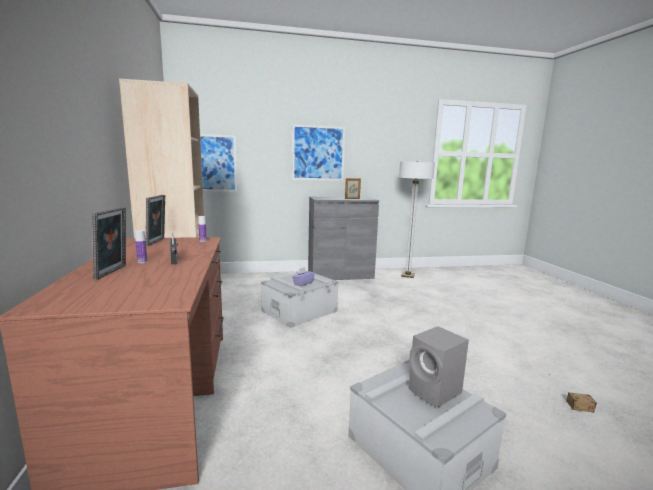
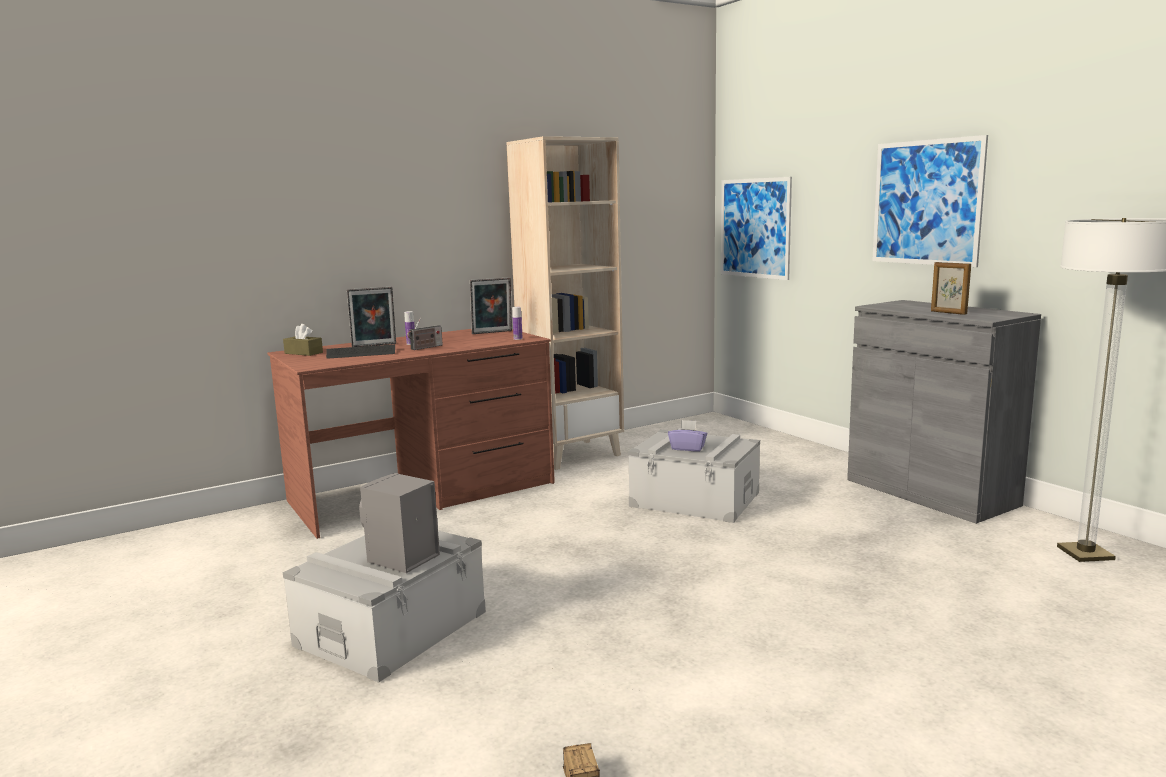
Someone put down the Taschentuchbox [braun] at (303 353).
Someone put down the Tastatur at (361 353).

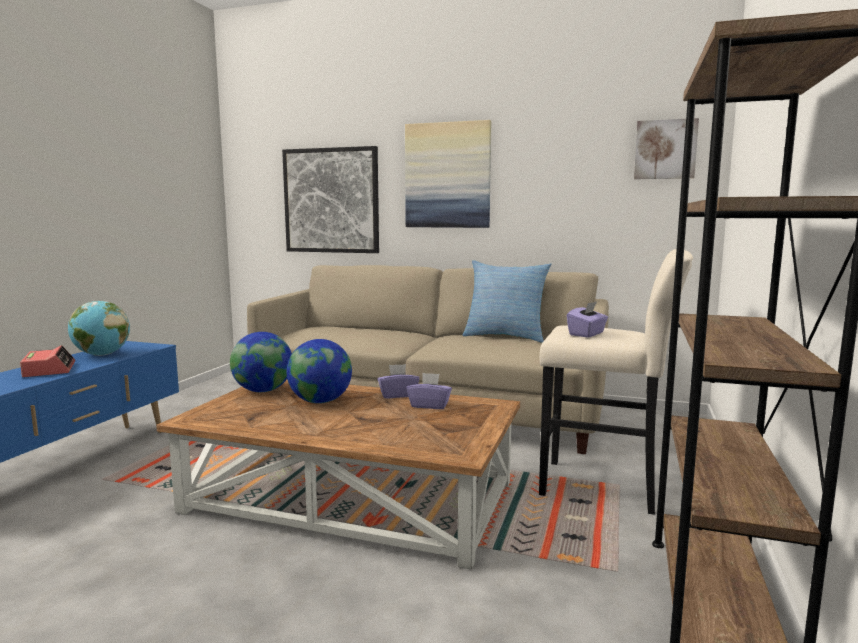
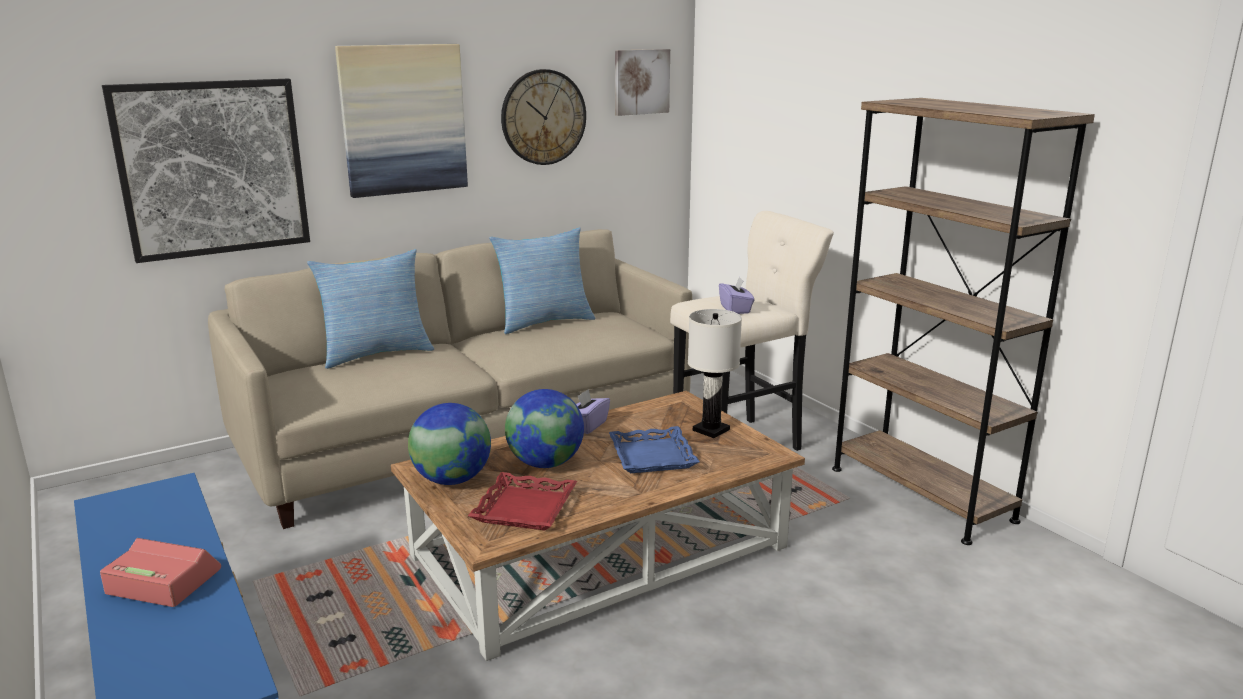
Someone took away the Globus at (101 355).
Someone took away the Taschentuchbox [lila] at (429 405).
Someone put down the Kissen at (376 353).
Someone put down the Tablett [rot] at (525 508).
Someone put up the Wanduhr at (543 117).
Someone put down the Tablett [blau] at (651 456).
Someone put down the Tischlampe [weiß] at (711 430).

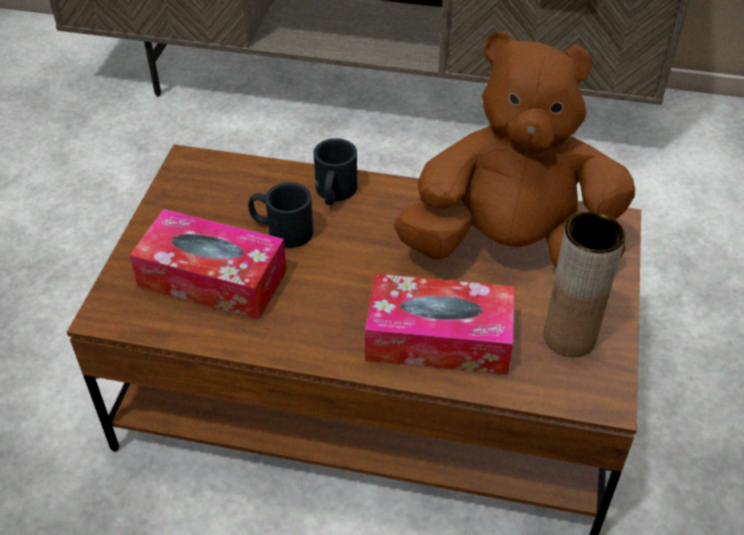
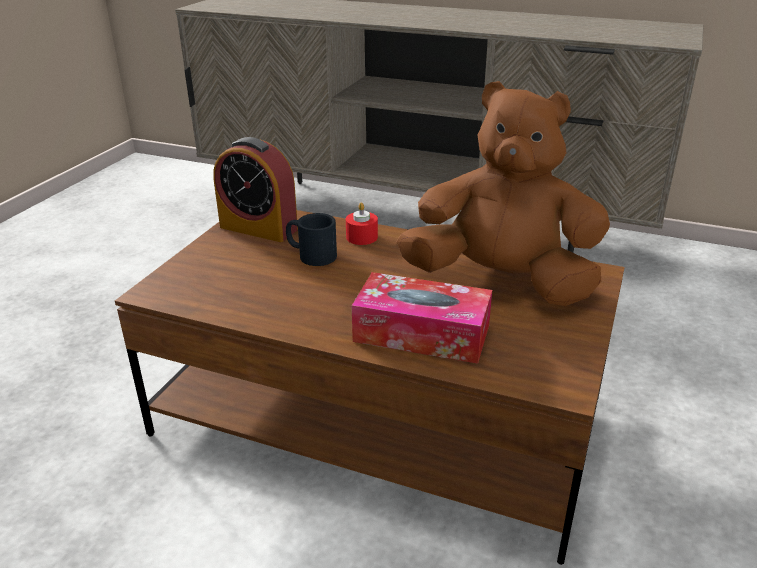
Someone took away the Taschentuchbox at (212 278).
Someone swapped the Henkelbecher [schwarz] at (334 193) for the Kerze [rot] at (362 237).
Someone took away the Vase [braun] at (569 337).
Someone put down the Wecker at (258 228).

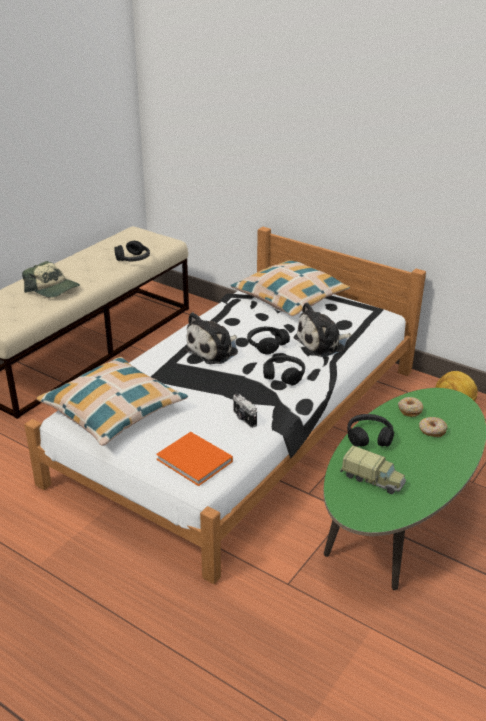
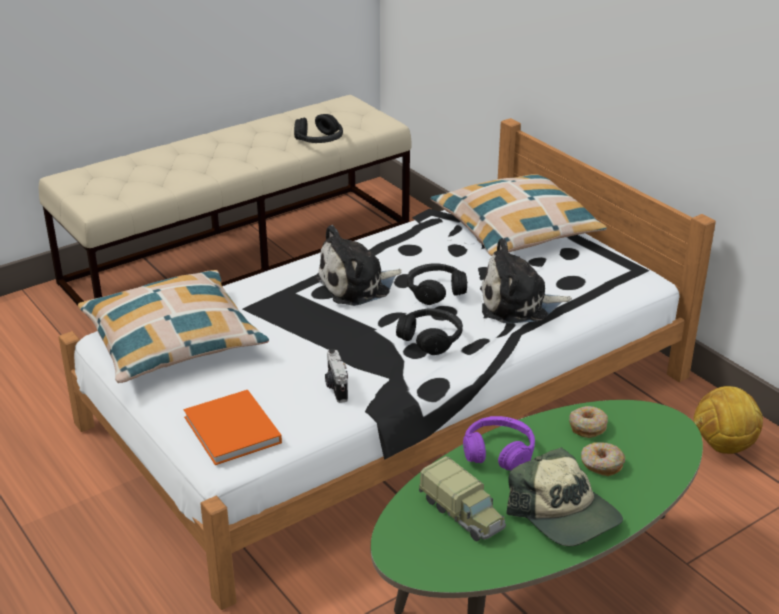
Someone carried the Kappe from (53 289) to (564 514).
Someone repainted the Kopfhörer [schwarz] at (369 437), which became the Kopfhörer [lila] at (498 452).

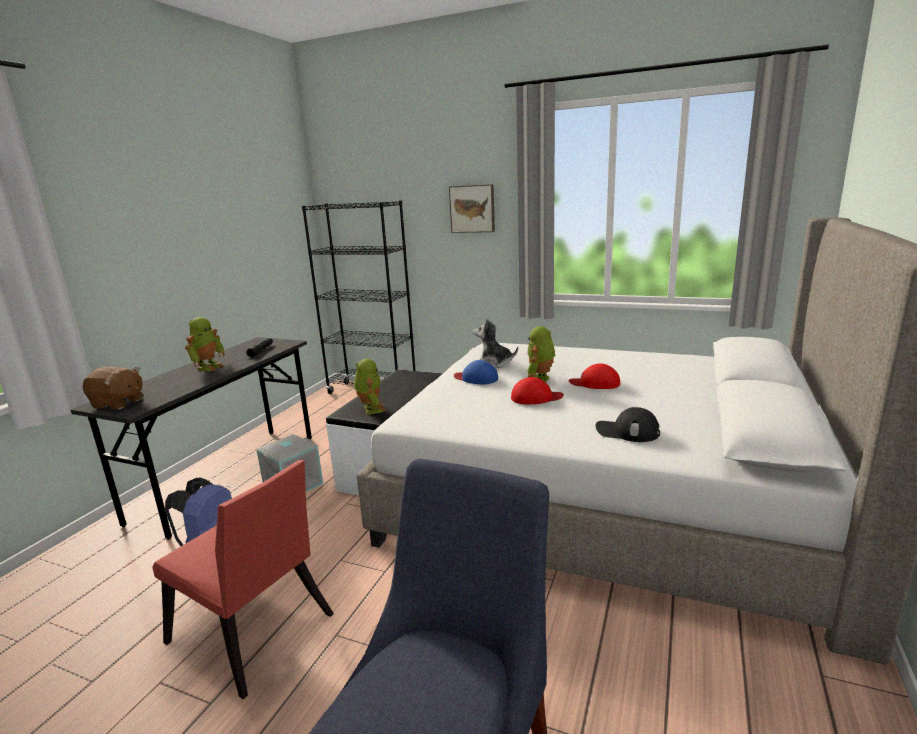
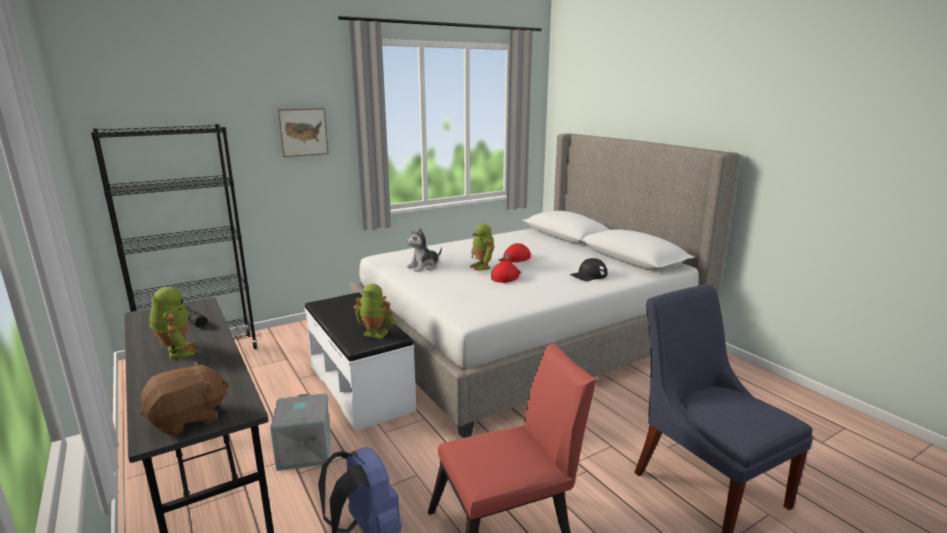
Someone took away the Kappe [blau] at (476 378).

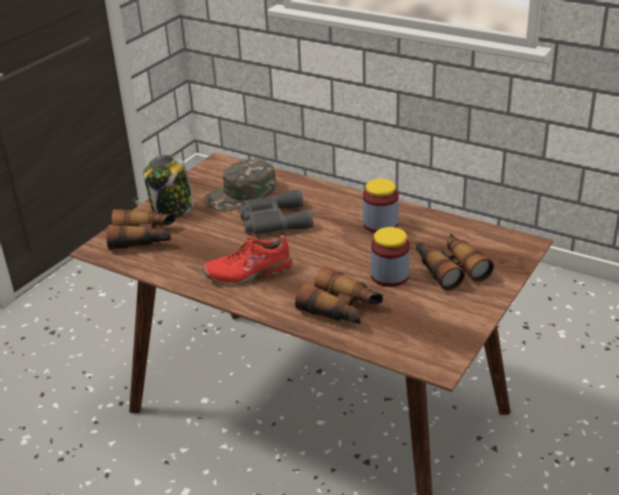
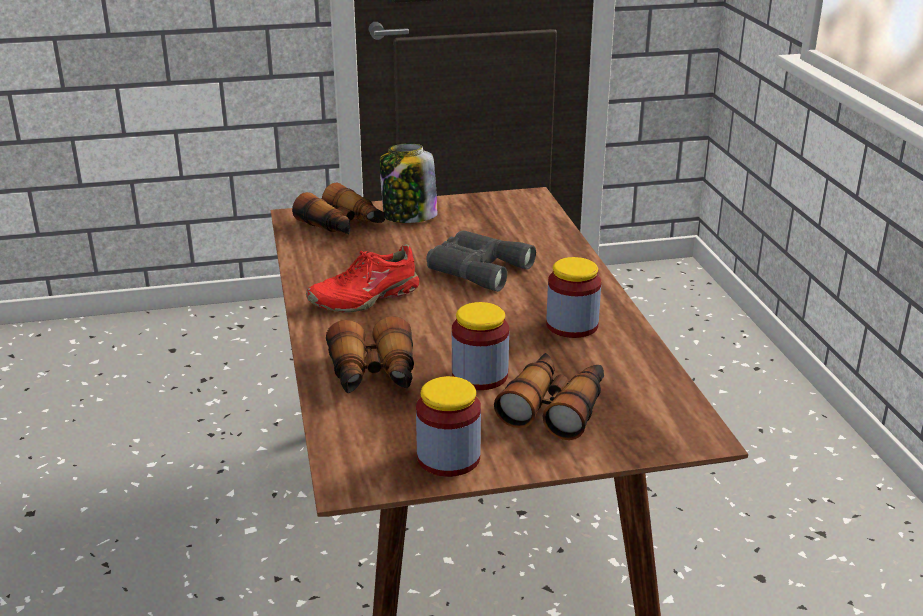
Someone took away the Kappe [grün] at (241 194).
Someone rotated the Schuh [rot] at (249 272) by 60 degrees counterclockwise.
Someone put down the Vorratsglas at (448 458).

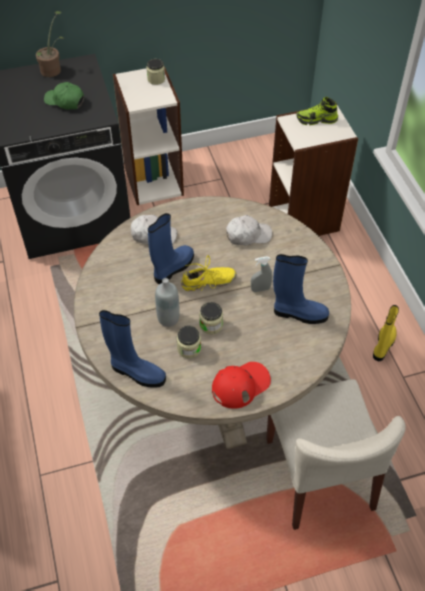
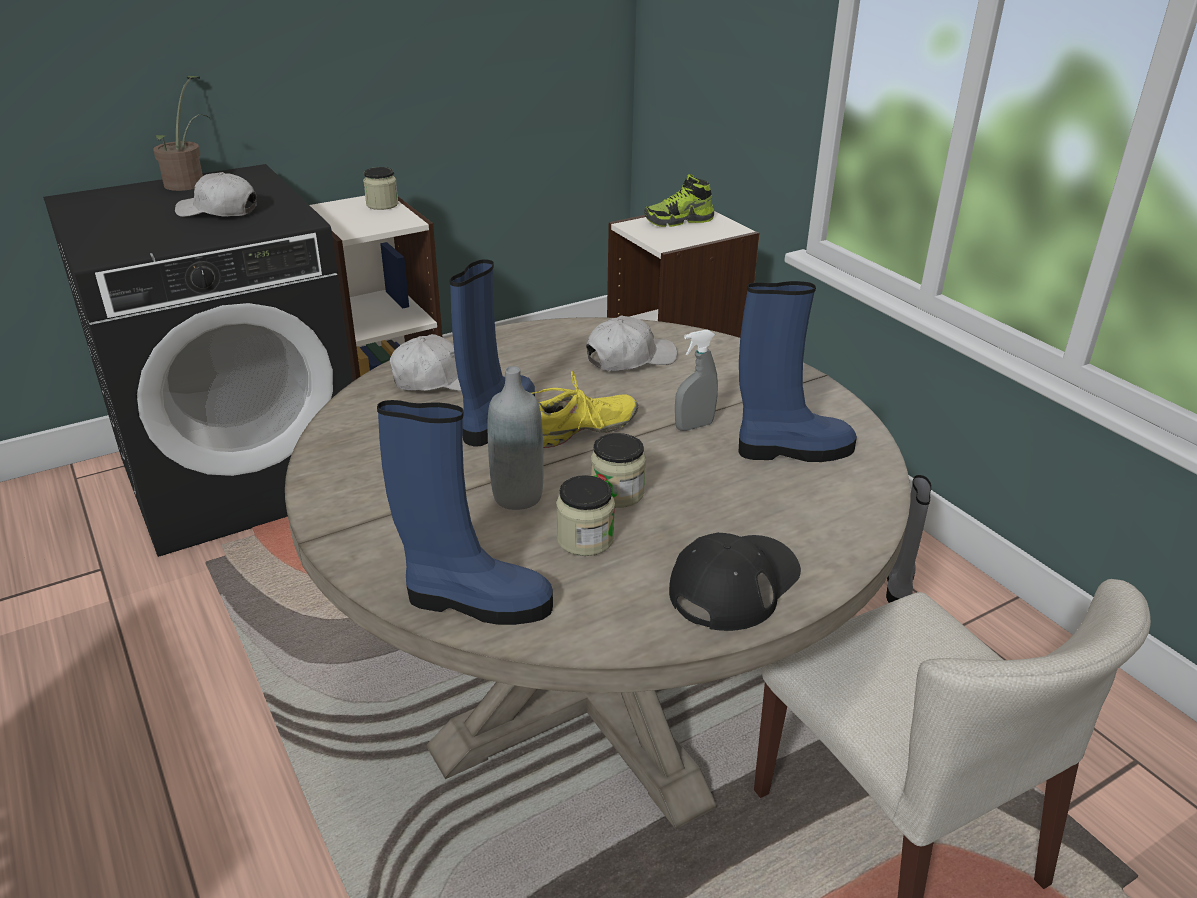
Someone repainted the Kappe [grün] at (65 101), which became the Kappe [weiß] at (218 211).
Someone repainted the Kappe [rot] at (240 385), which became the Kappe [schwarz] at (734 583).
Someone repainted the Stiefel [gelb] at (383 345), which became the Stiefel [grau] at (897 582).

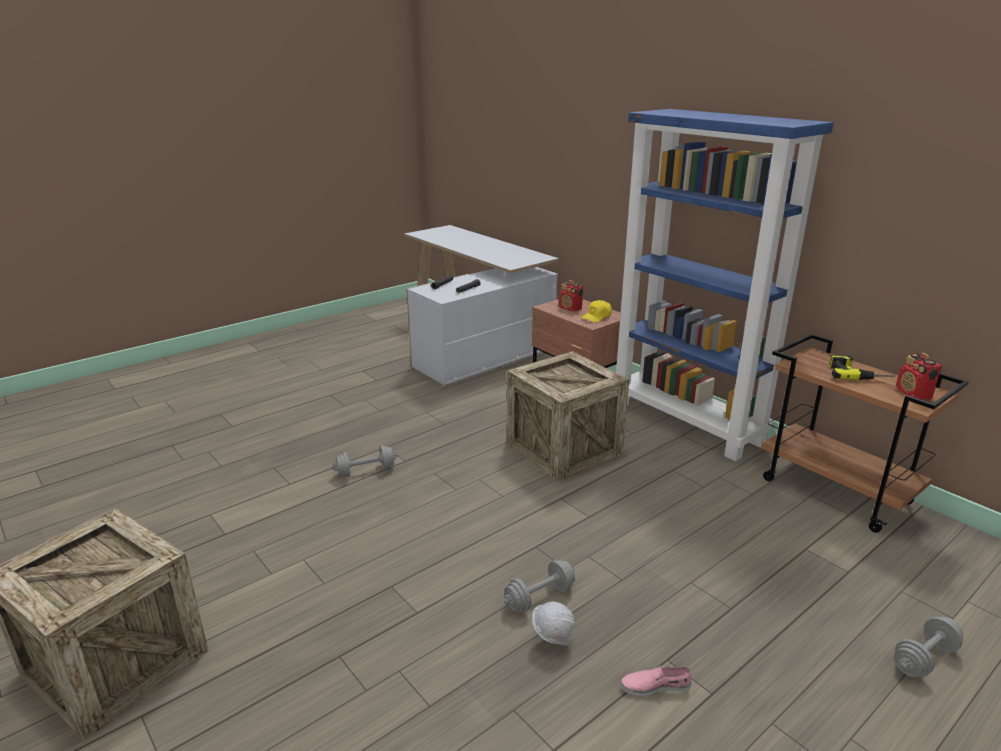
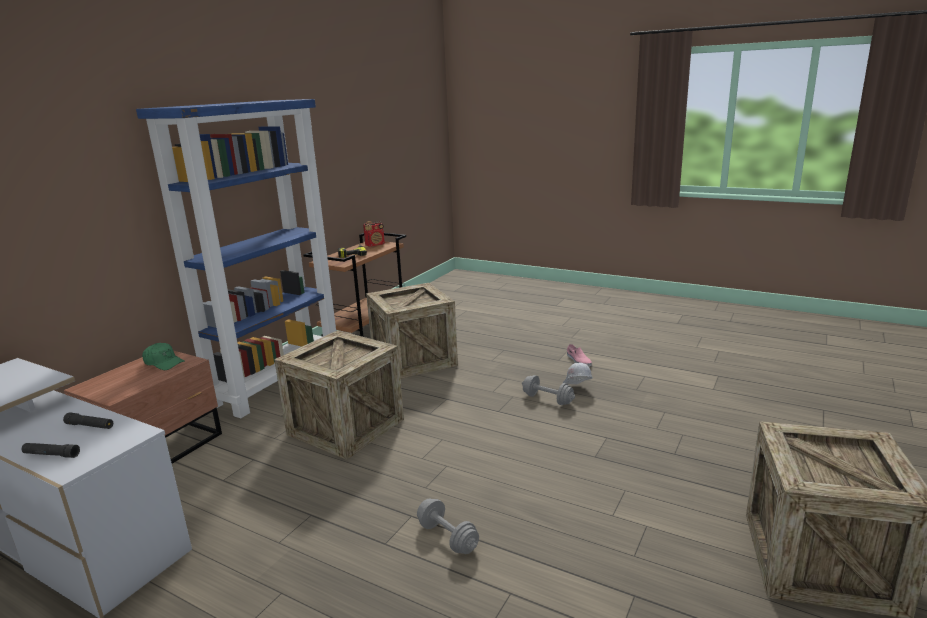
Someone took away the Radio at (570 308).
Someone repainted the Kappe [gelb] at (597 317), which became the Kappe [grün] at (164 363).
Someone took away the Hantel [grau] at (924 658).
Someone put down the Kiste at (414 360).

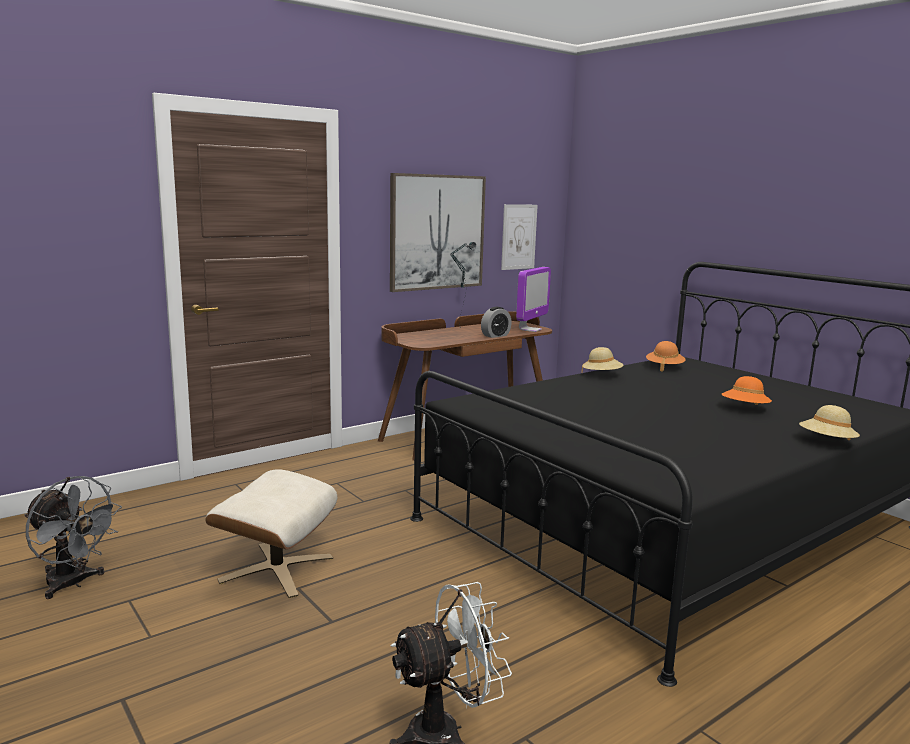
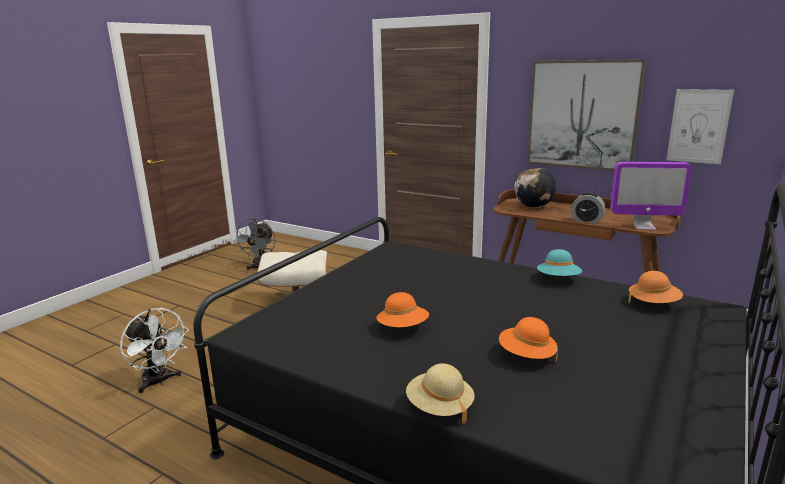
Someone repainted the Hut [beige] at (602 375), which became the Hut [türkis] at (558 279).
Someone put down the Hut [orange] at (403 327).
Someone put down the Globus at (533 206).

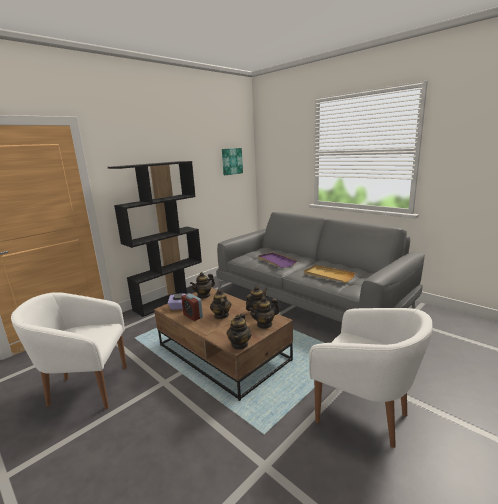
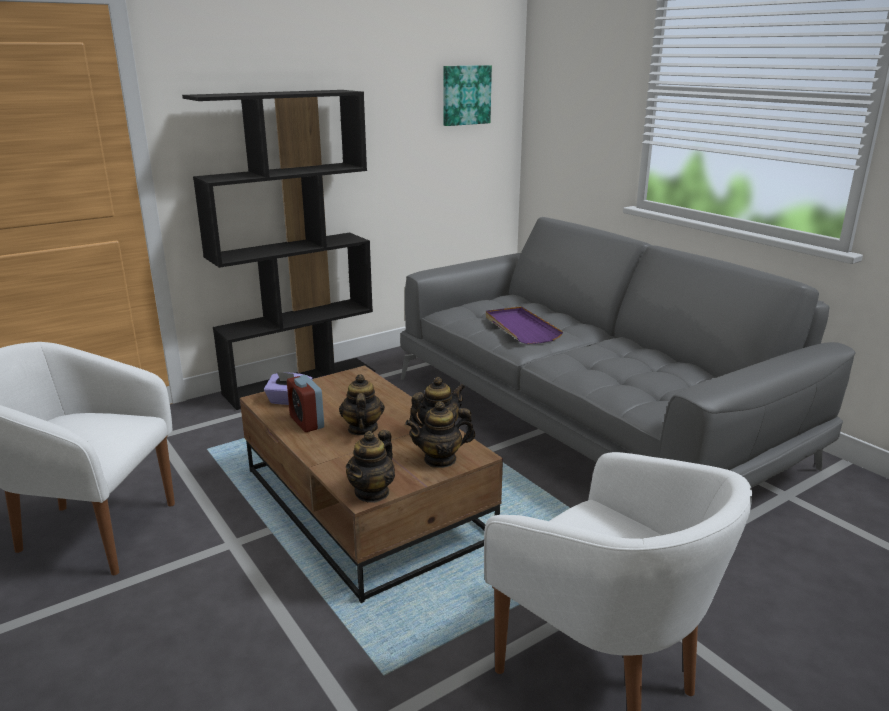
Someone took away the Teekanne at (204 295).
Someone took away the Tablett [beige] at (328 275).

